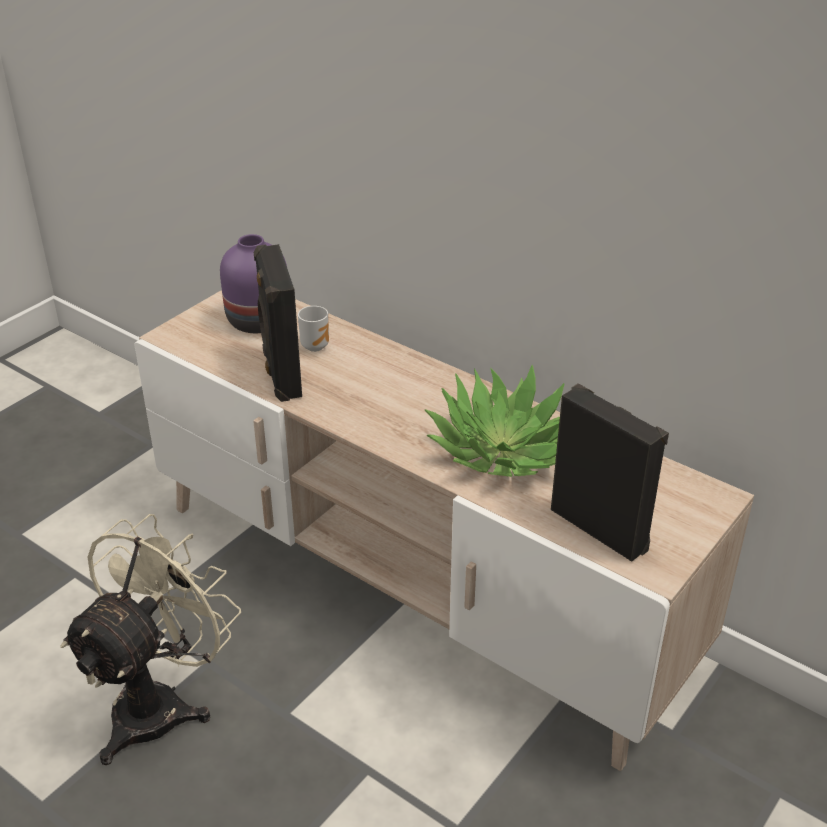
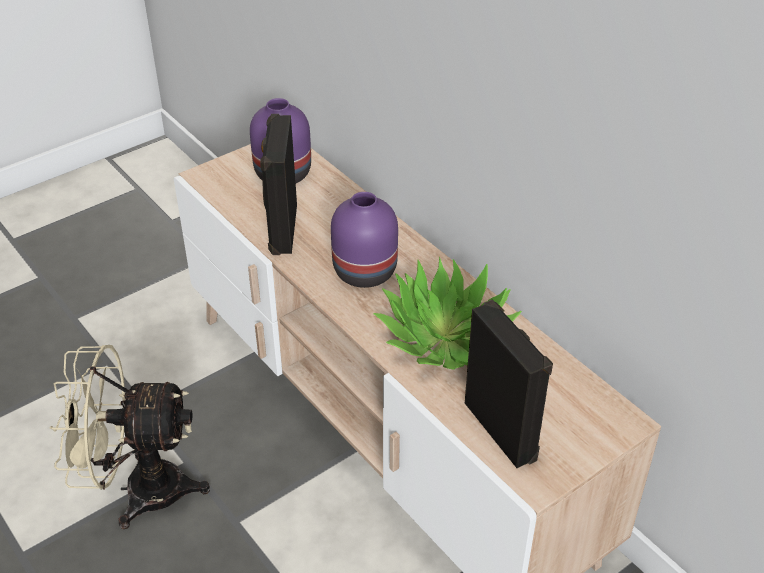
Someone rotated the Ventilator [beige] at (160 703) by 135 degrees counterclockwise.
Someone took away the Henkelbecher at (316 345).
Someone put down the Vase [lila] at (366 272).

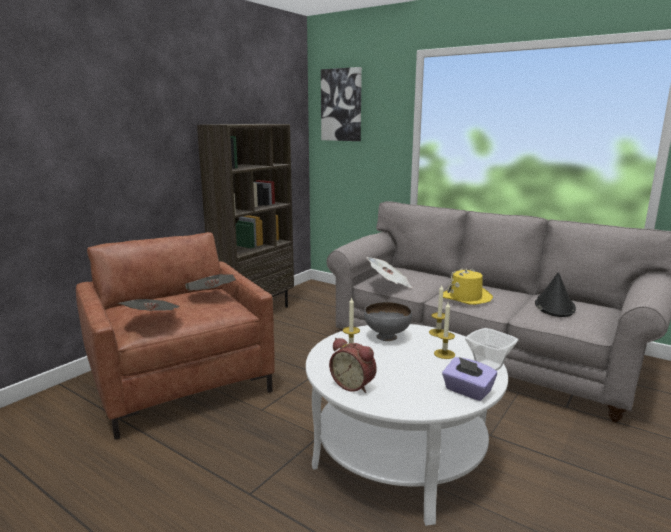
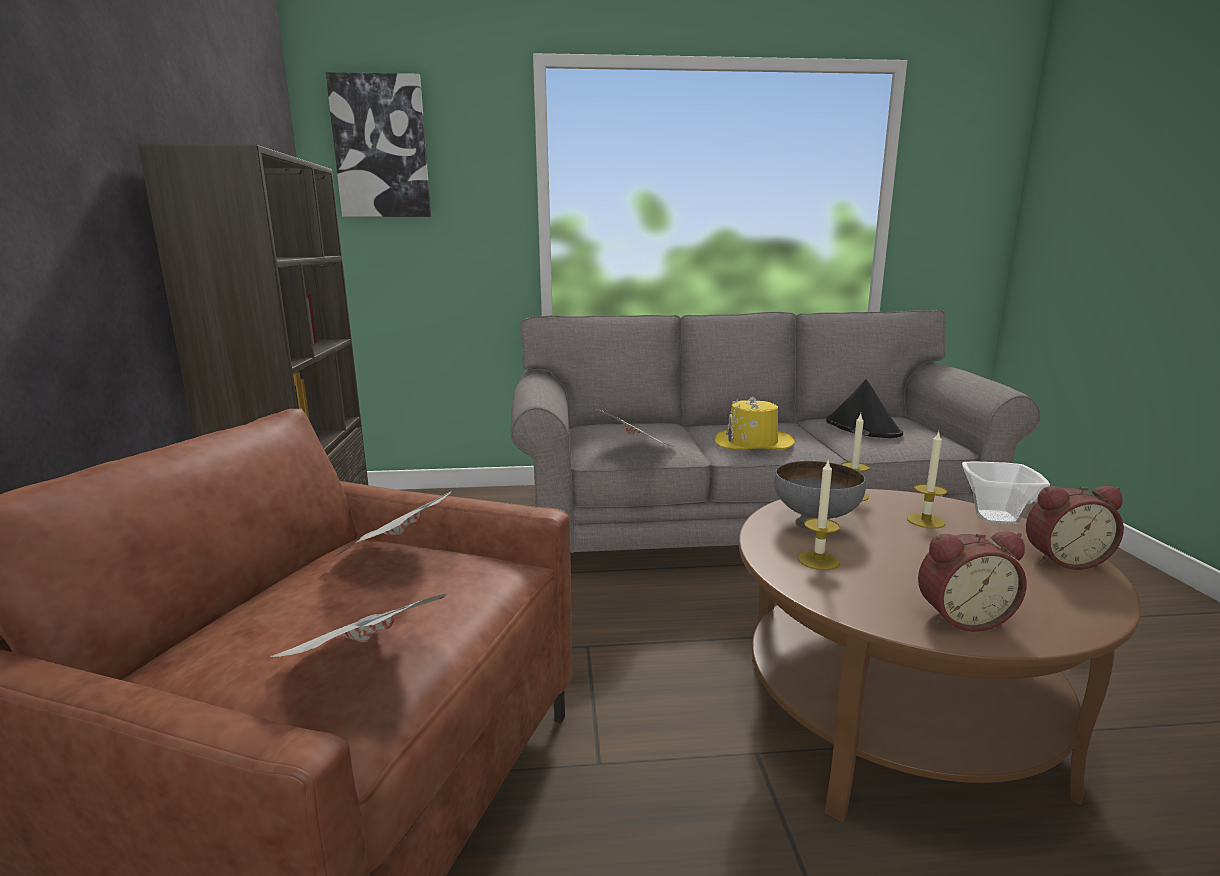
Someone repainted the Couchtisch [weiß] at (400 456), which became the Couchtisch [braun] at (895 718).
Someone swapped the Taschentuchbox [lila] at (467 391) for the Wecker at (1063 559).

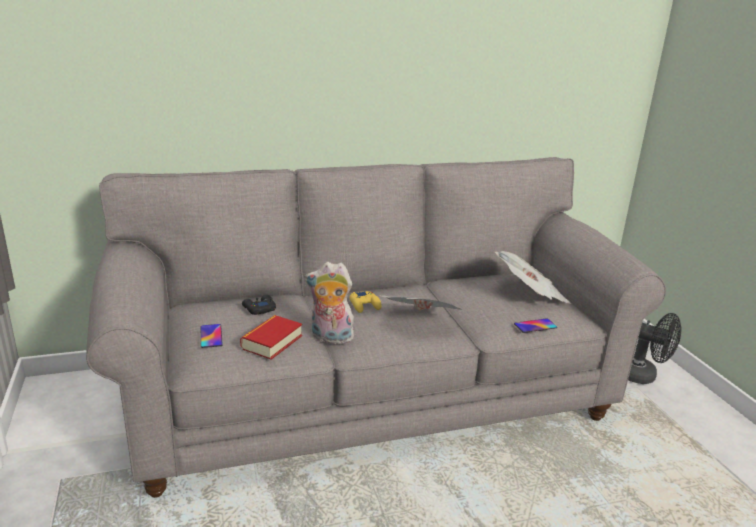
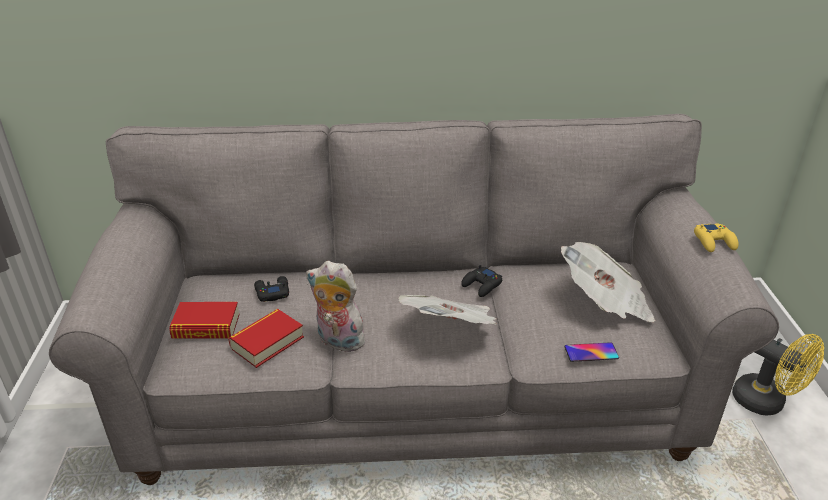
Someone swapped the Handy at (211 336) for the Buch at (206 327).
Someone carried the Gamepad [gelb] from (365 305) to (714 242).
Someone repainted the Ventilator [schwarz] at (643 376), which became the Ventilator [gelb] at (766 403).
Someone put down the Gamepad [schwarz] at (482 285).

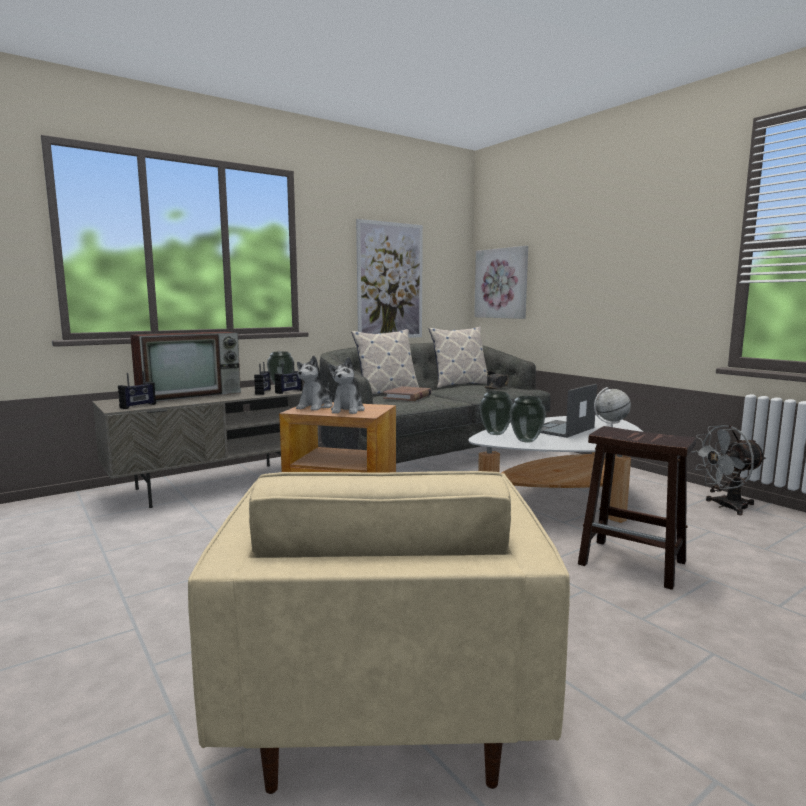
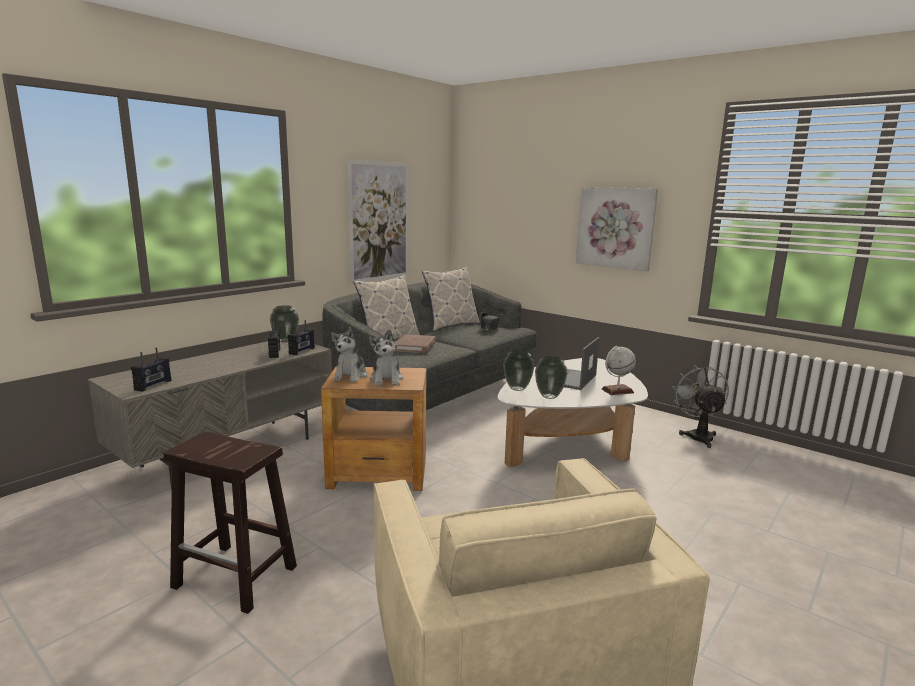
Someone took away the Fernseher at (191 395).
Someone carried the Bild from (501 283) to (616 228).
Someone carried the Hocker [braun] from (634 563) to (237 577).
Someone rotated the Ventilator [grau] at (726 507) by 120 degrees clockwise.

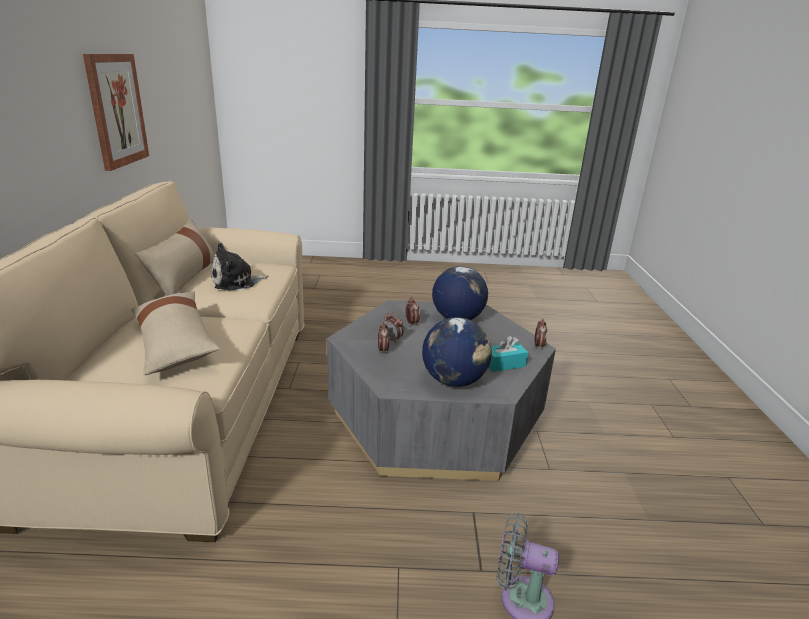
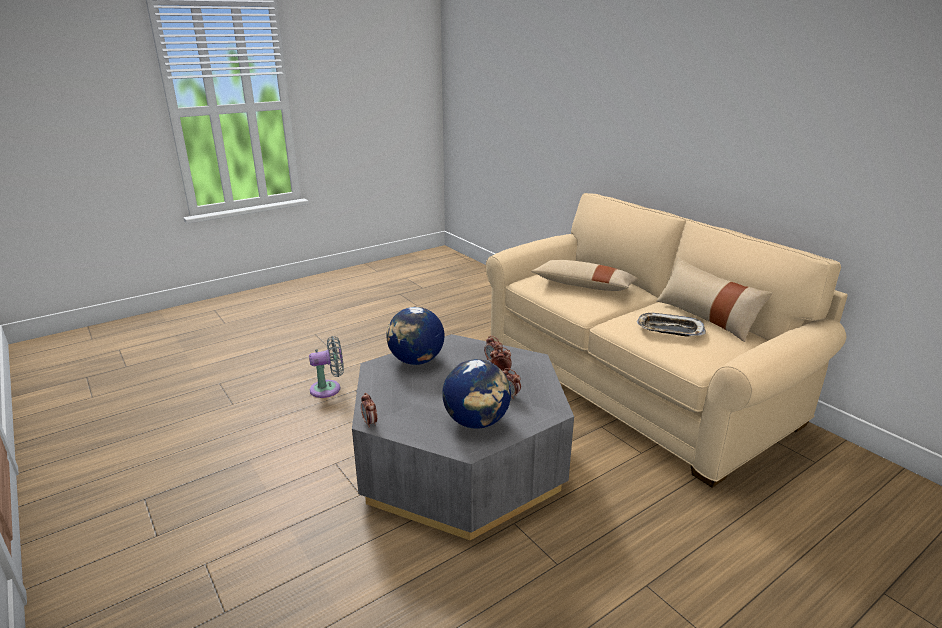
Someone took away the Bild at (116 110).
Someone swapped the Plüschtier at (236 282) for the Tablett at (669 330).
Someone took away the Taschentuchbox [türkis] at (504 364).

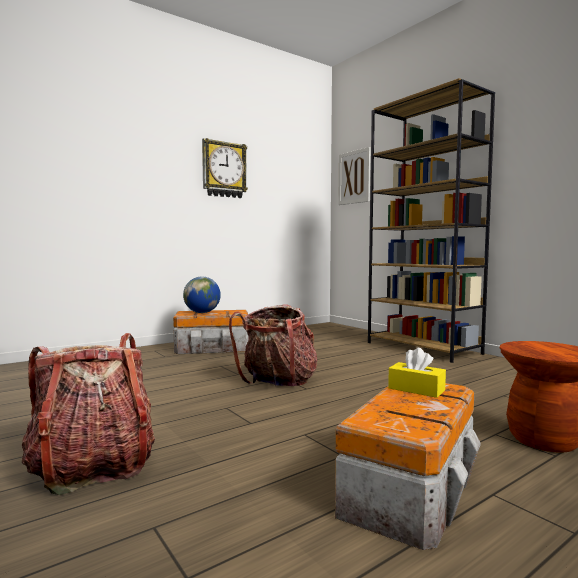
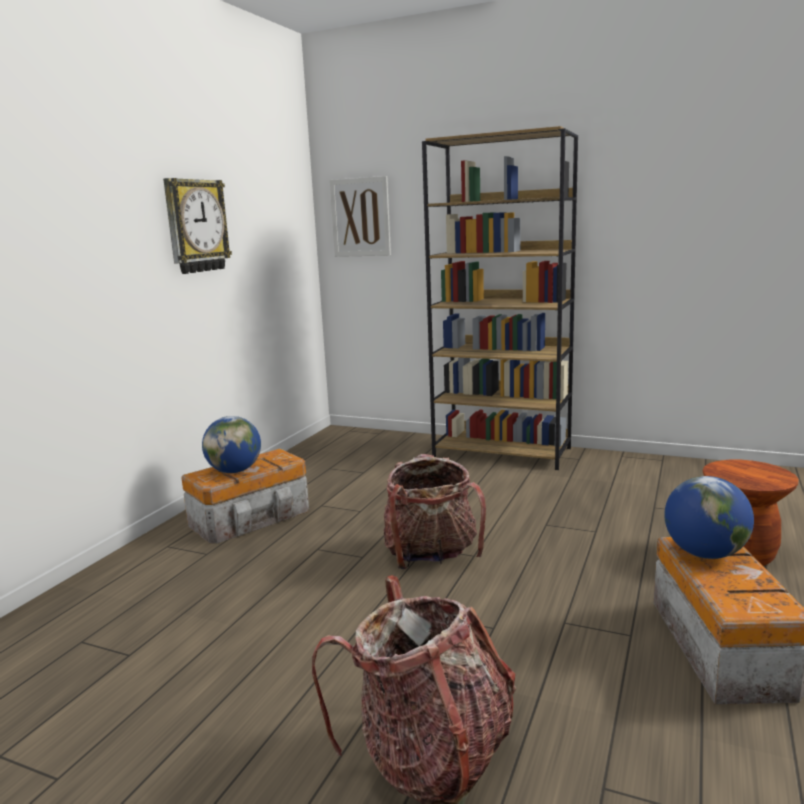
Someone swapped the Taschentuchbox [gelb] at (416 389) for the Globus at (705 554).

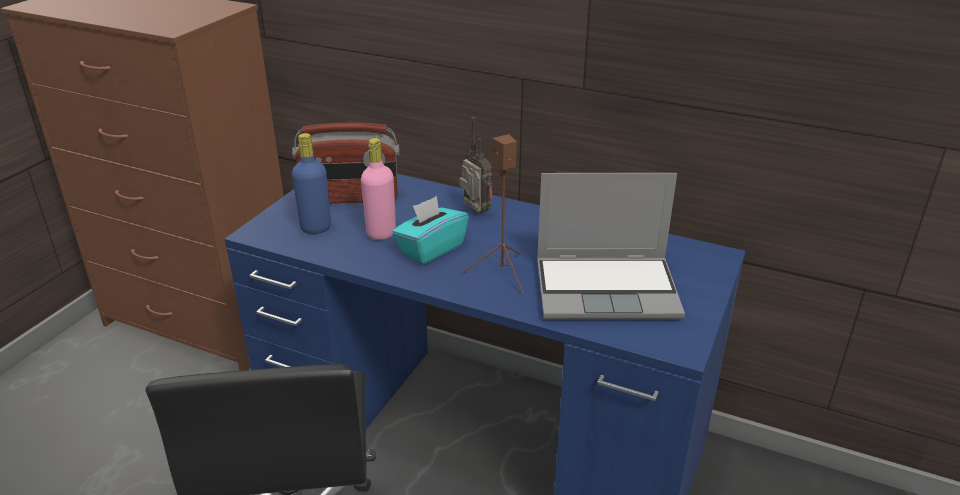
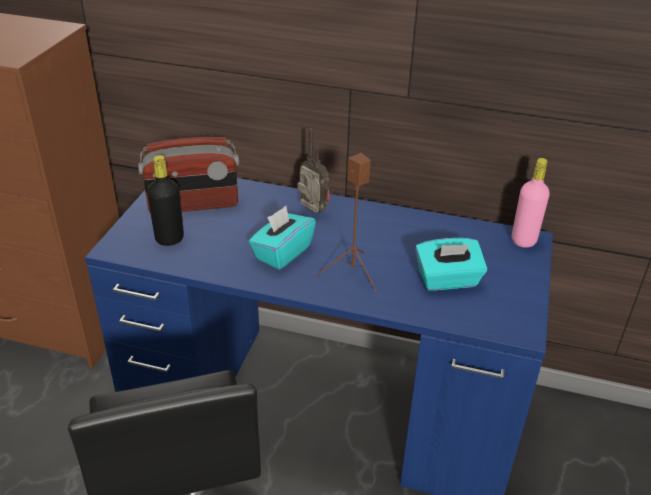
Someone repainted the Flasche [blau] at (316 228), which became the Flasche [schwarz] at (169 239).
Someone carried the Flasche [rosa] from (381 233) to (523 240).
Someone swapped the Laptop at (608 289) for the Taschentuchbox [türkis] at (447 280).

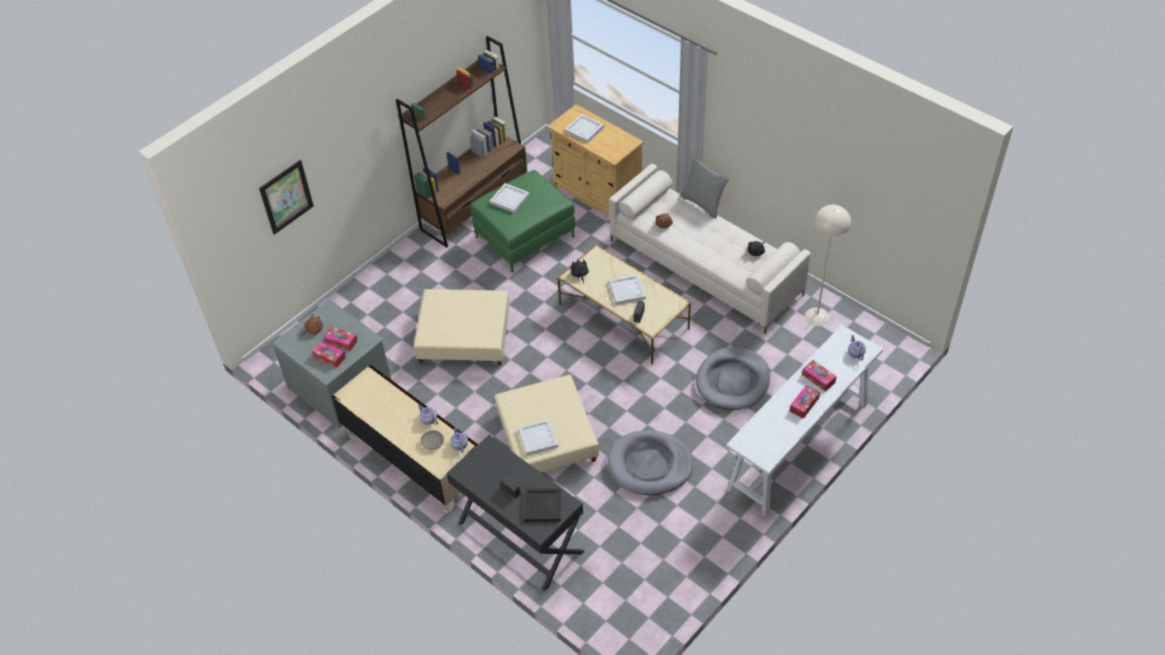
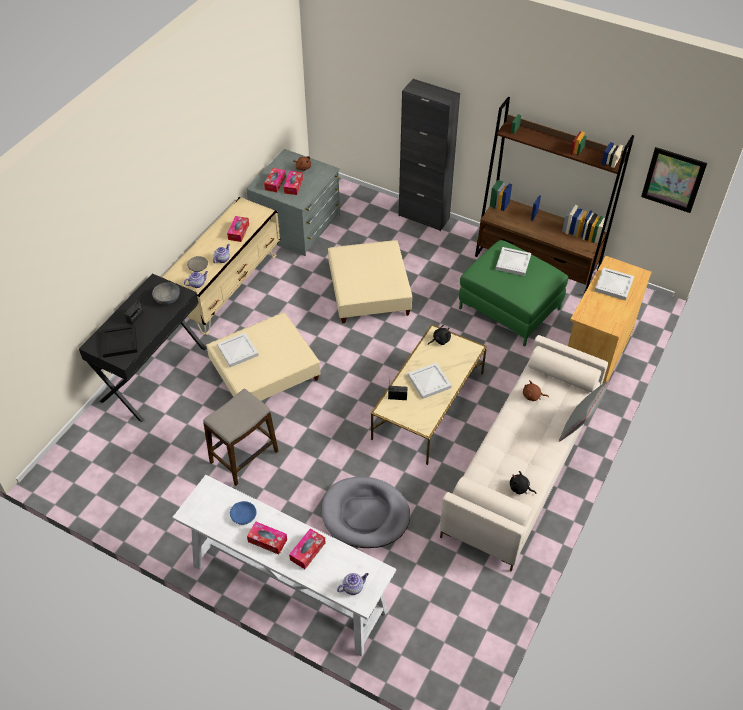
Someone carried the Bild from (286 197) to (673 180).
Someone swapped the Hundebett [grau] at (650 465) for the Hocker at (244 457).
Someone took away the Stehlampe [beige] at (817 316).
Someone put down the Schüssel [grau] at (167 299).
Someone put down the Taschentuchbox at (238 232).
Someone put down the Schüssel [blau] at (243 515).
Someone put down the Schrank [schwarz] at (424 217).

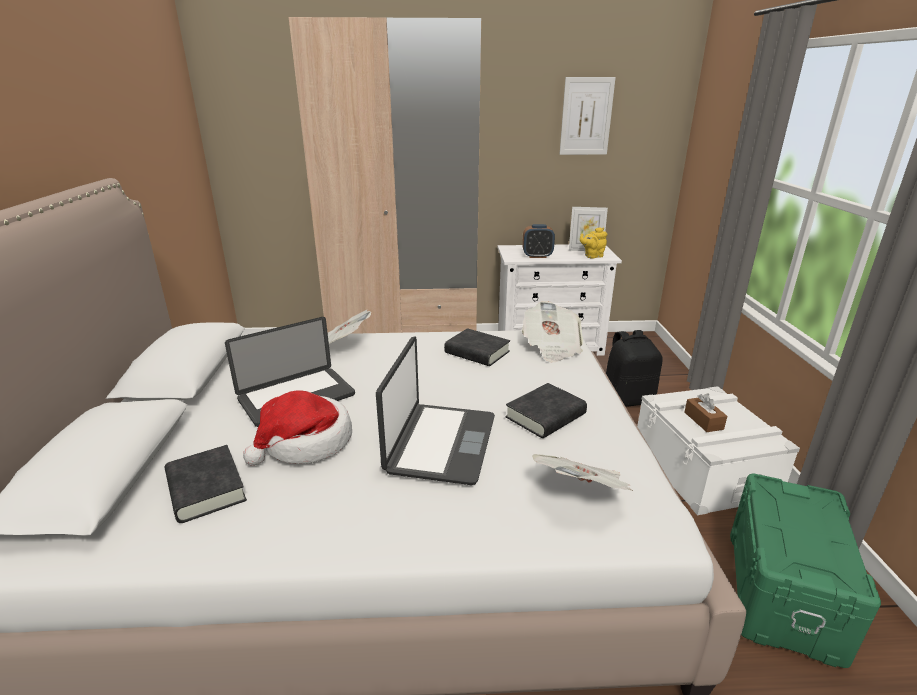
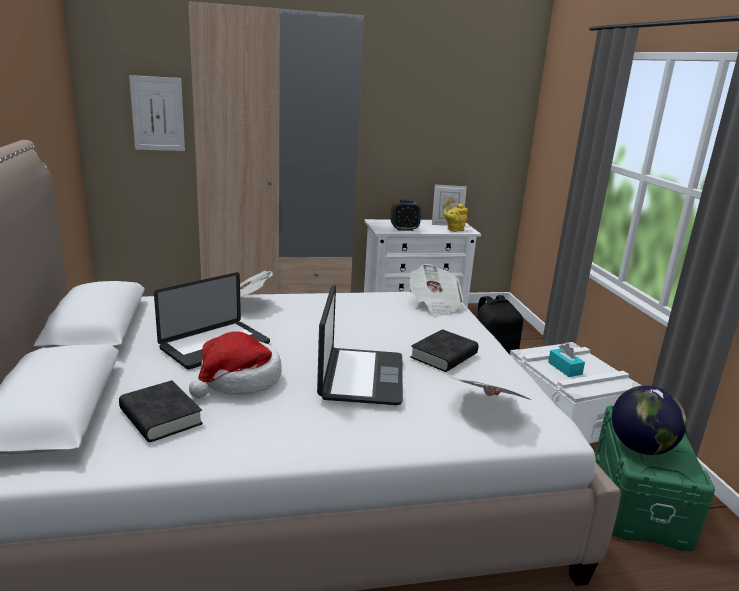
Someone took away the Buch [schwarz] at (477 352).
Someone carried the Bild from (586 116) to (158 114).
Someone repainted the Taschentuchbox [braun] at (703 421), which became the Taschentuchbox [türkis] at (564 368).
Someone put down the Globus at (640 448).

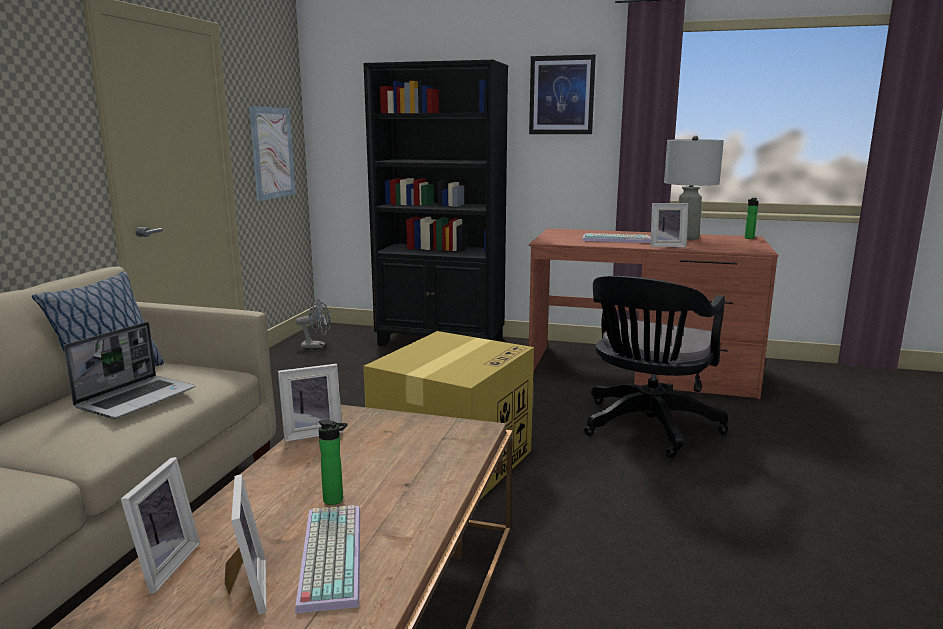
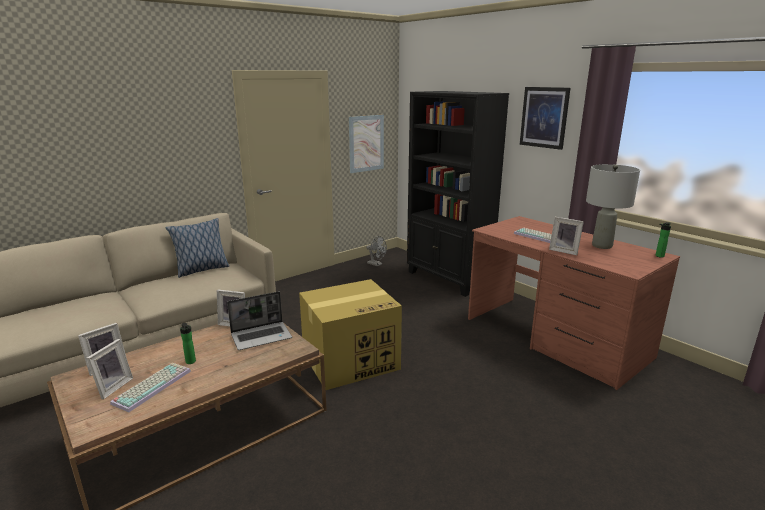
Someone carried the Laptop from (137 398) to (262 336).
Someone took away the Bürostuhl [schwarz] at (647 428).

